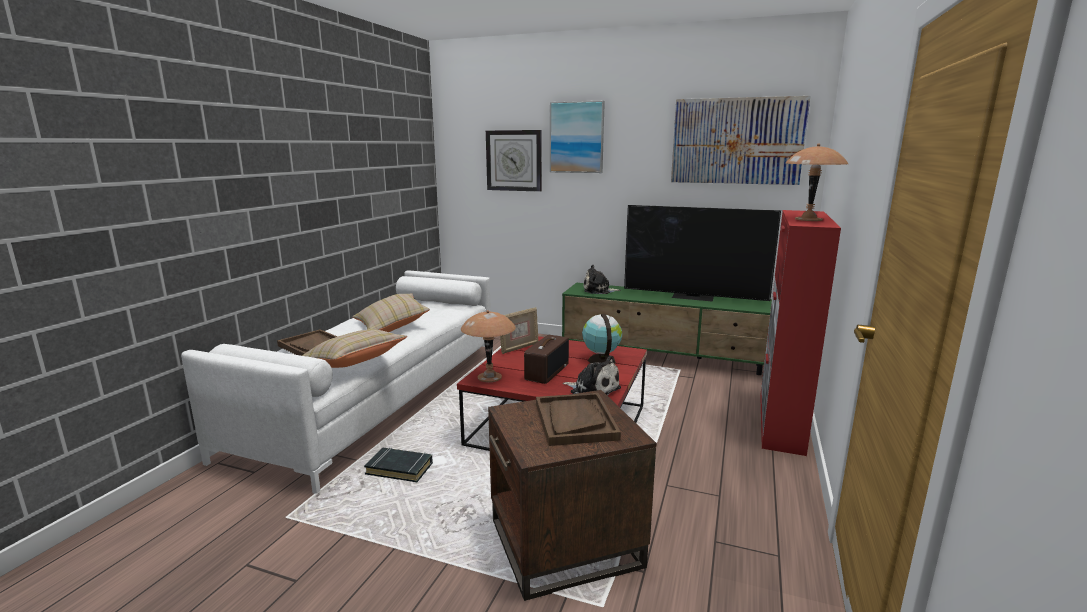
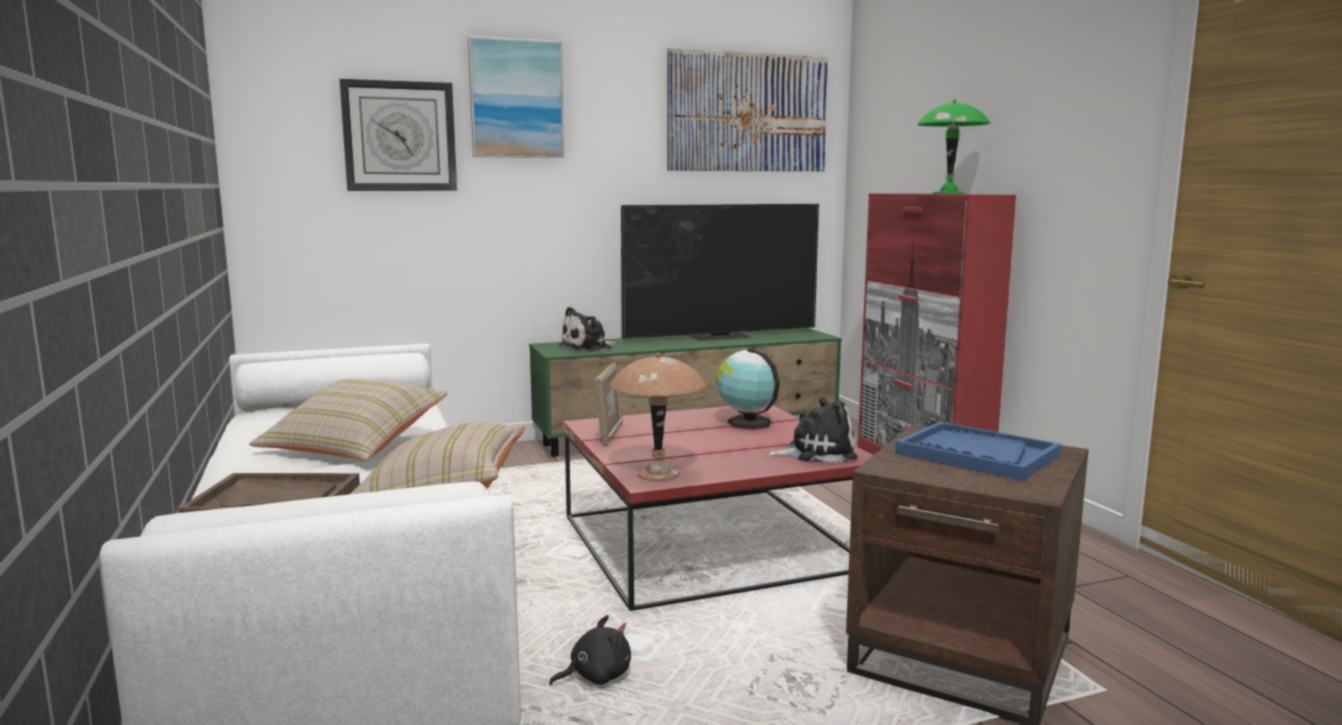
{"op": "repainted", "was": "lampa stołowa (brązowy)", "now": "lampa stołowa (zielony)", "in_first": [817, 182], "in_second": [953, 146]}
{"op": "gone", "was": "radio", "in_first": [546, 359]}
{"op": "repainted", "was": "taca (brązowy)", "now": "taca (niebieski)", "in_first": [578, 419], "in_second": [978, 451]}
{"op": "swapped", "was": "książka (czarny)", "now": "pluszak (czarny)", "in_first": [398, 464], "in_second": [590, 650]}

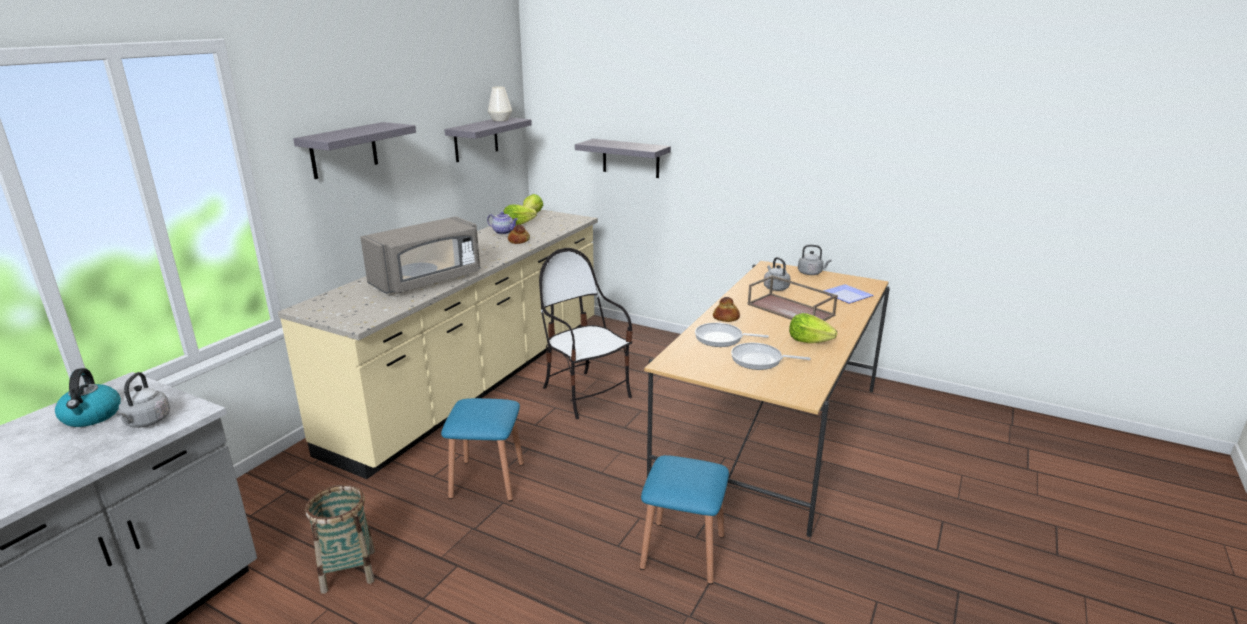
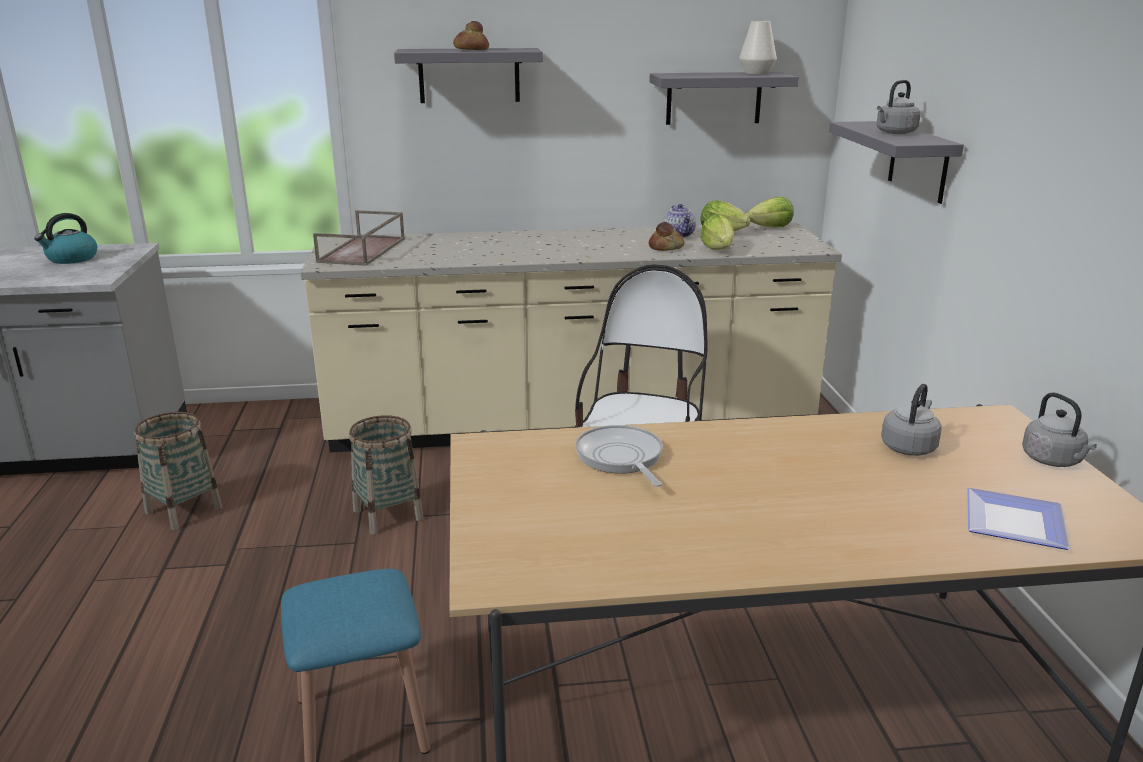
{"op": "gone", "was": "mikrofalówka (szary)", "in_first": [420, 255]}
{"op": "shifted", "was": "taca (brązowy)", "in_first": [792, 298], "in_second": [359, 238]}
{"op": "shifted", "was": "chleb", "in_first": [726, 309], "in_second": [471, 35]}
{"op": "shifted", "was": "sałata", "in_first": [813, 328], "in_second": [717, 232]}
{"op": "gone", "was": "patelnia", "in_first": [771, 356]}
{"op": "shifted", "was": "czajnik (szary)", "in_first": [143, 400], "in_second": [899, 107]}
{"op": "swapped", "was": "stołek (niebieski)", "now": "koszyk", "in_first": [482, 449], "in_second": [386, 475]}

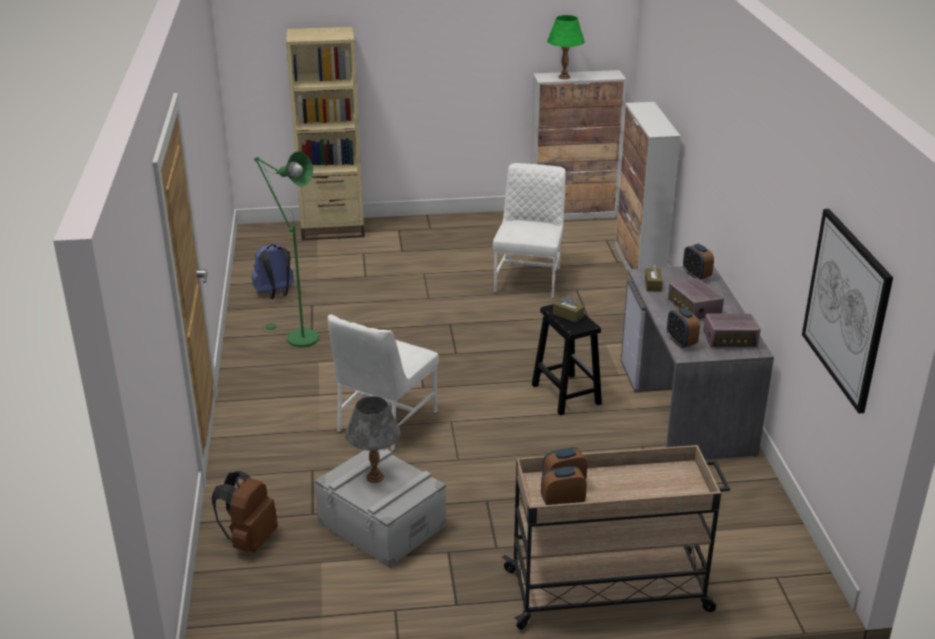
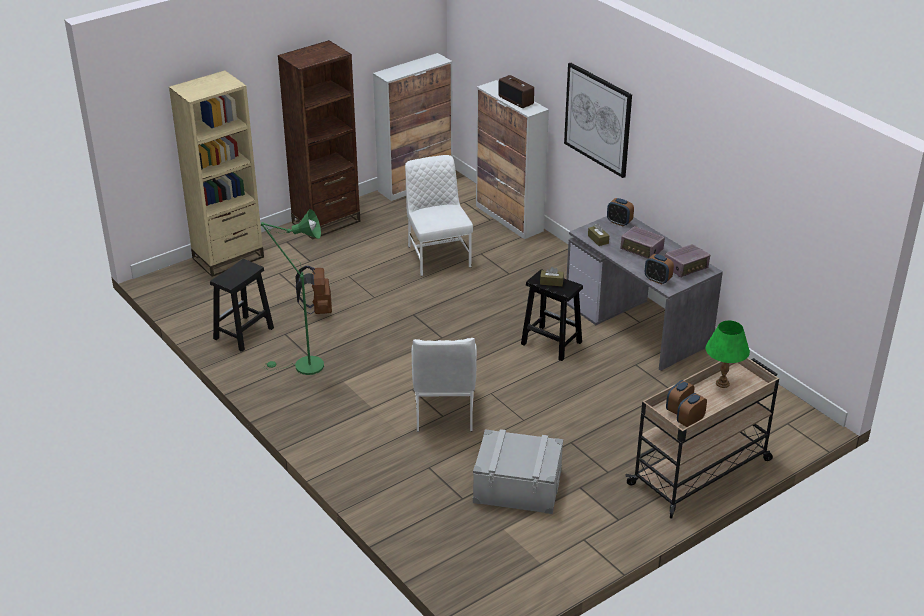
{"op": "shifted", "was": "lampa stołowa (zielony)", "in_first": [566, 47], "in_second": [728, 354]}
{"op": "shifted", "was": "obraz", "in_first": [847, 311], "in_second": [598, 120]}
{"op": "swapped", "was": "plecak (niebieski)", "now": "stołek (czarny)", "in_first": [273, 271], "in_second": [242, 305]}
{"op": "gone", "was": "lampa stołowa (szary)", "in_first": [373, 439]}
{"op": "shifted", "was": "plecak (brązowy)", "in_first": [244, 512], "in_second": [313, 290]}
{"op": "new", "now": "regał (brązowy)", "in_second": [319, 140]}
{"op": "new", "now": "radio", "in_second": [516, 91]}

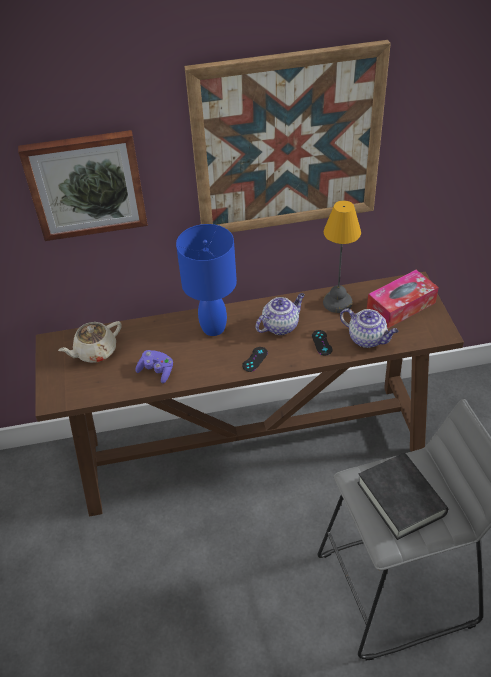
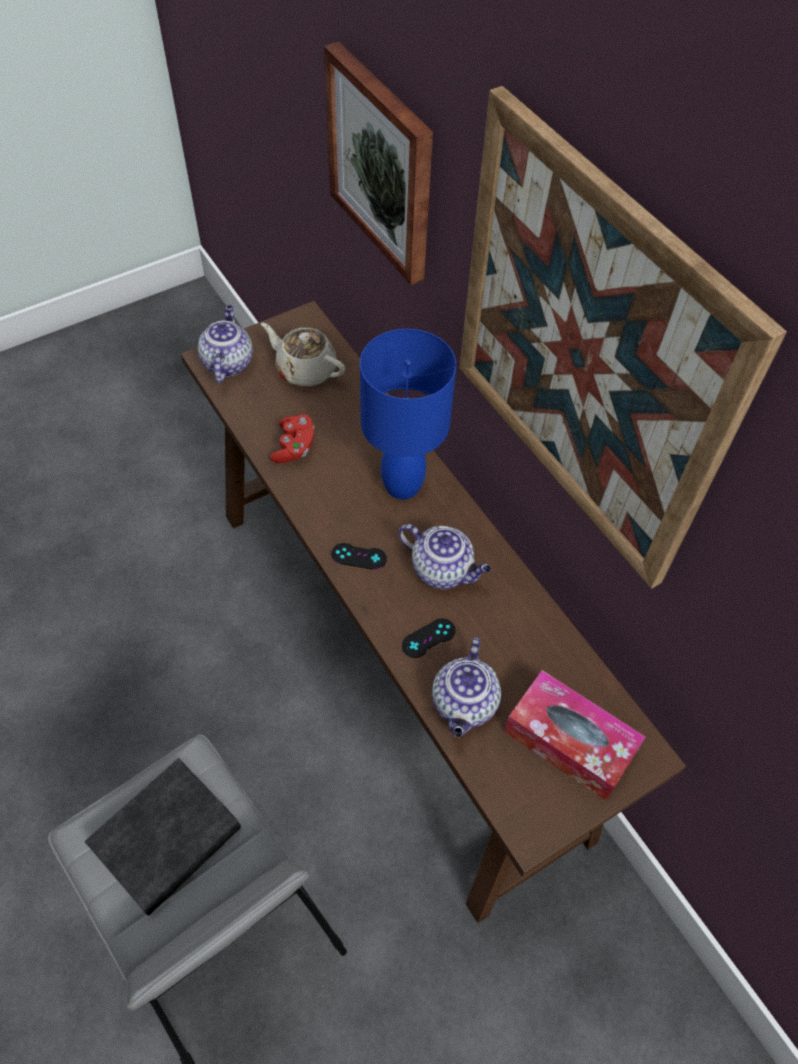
{"op": "gone", "was": "lampa stołowa", "in_first": [342, 257]}
{"op": "repainted", "was": "pad do gier (fioletowy)", "now": "pad do gier (czerwony)", "in_first": [154, 366], "in_second": [292, 439]}
{"op": "new", "now": "imbryk", "in_second": [225, 344]}

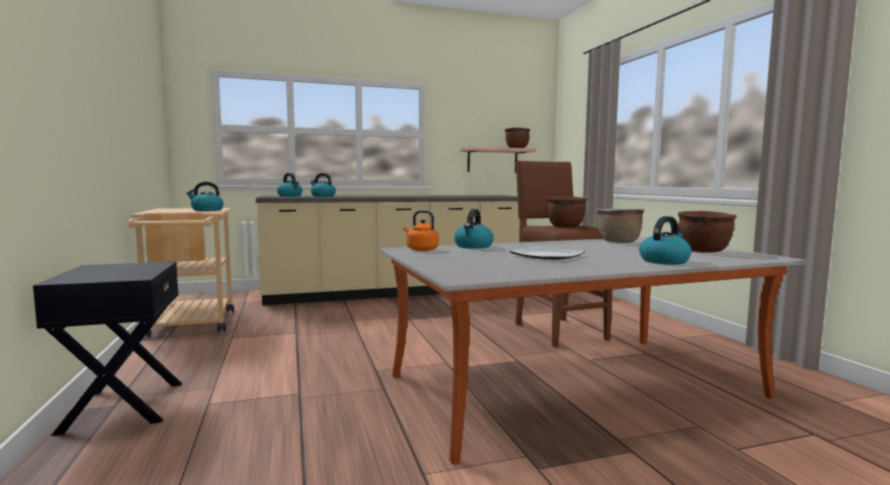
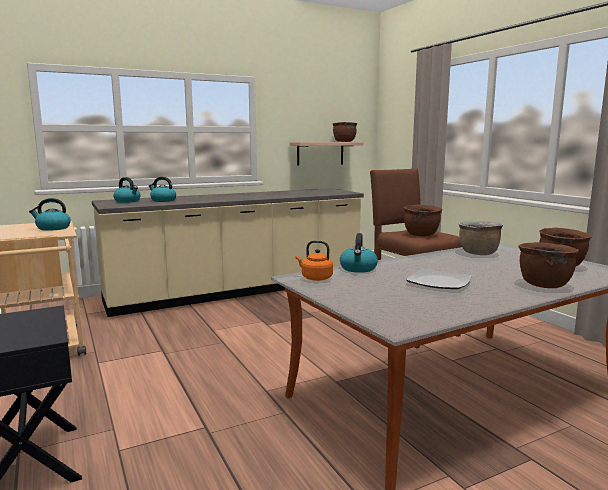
{"op": "swapped", "was": "czajnik", "now": "garnek (brązowy)", "in_first": [665, 240], "in_second": [548, 265]}

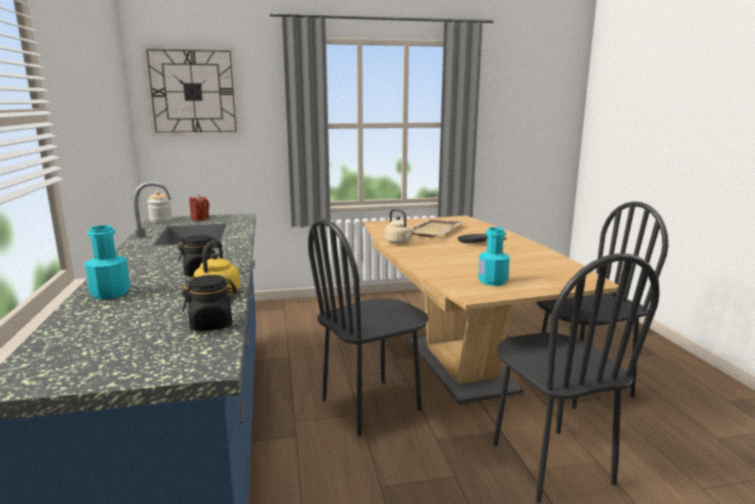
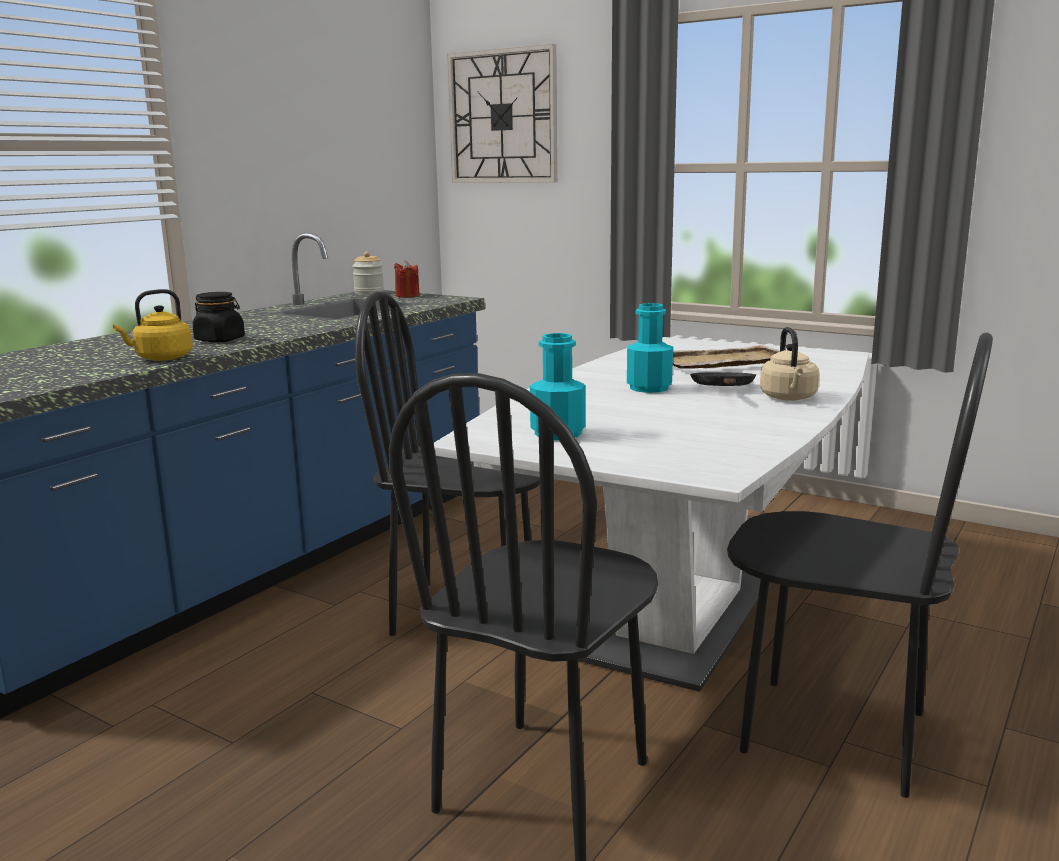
{"op": "shifted", "was": "czajnik (beżowy)", "in_first": [399, 226], "in_second": [789, 364]}
{"op": "repainted", "was": "stół jadalny (brązowy)", "now": "stół jadalny (biały)", "in_first": [491, 310], "in_second": [651, 514]}
{"op": "shifted", "was": "butelka (turkusowy)", "in_first": [107, 262], "in_second": [650, 348]}
{"op": "gone", "was": "słoik (czarny)", "in_first": [209, 303]}

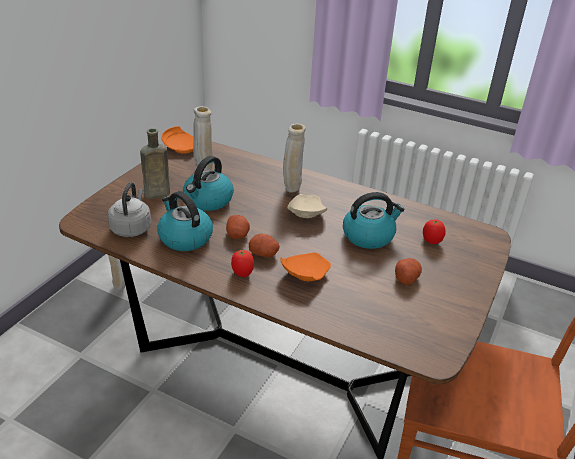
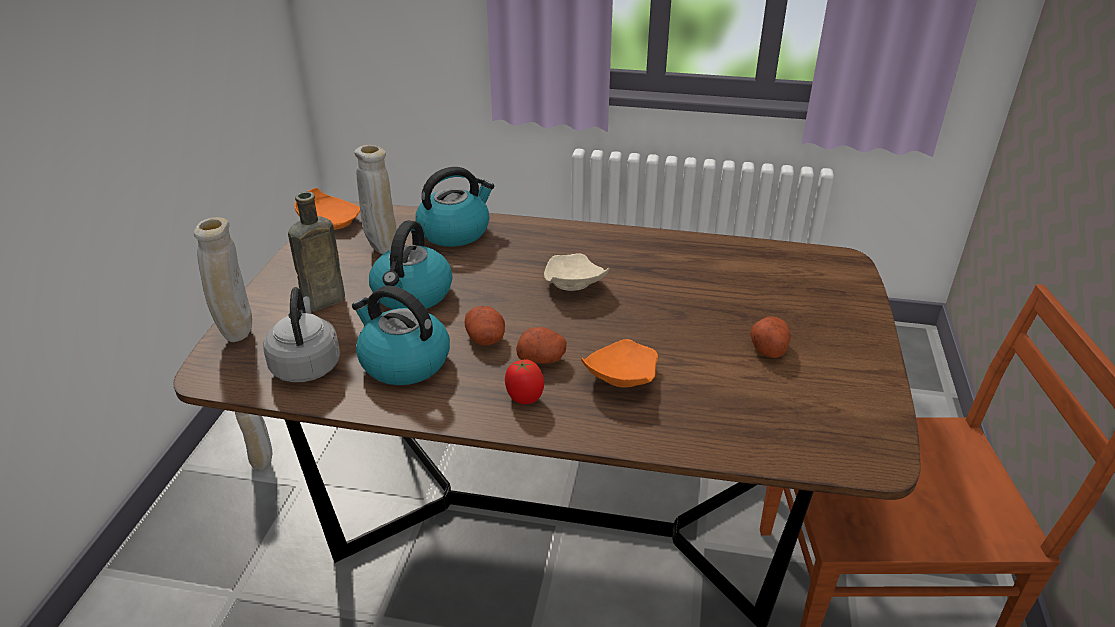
{"op": "shifted", "was": "wazon (beżowy)", "in_first": [294, 158], "in_second": [223, 279]}
{"op": "shifted", "was": "czajnik", "in_first": [374, 220], "in_second": [454, 207]}
{"op": "gone", "was": "pomidor", "in_first": [434, 232]}

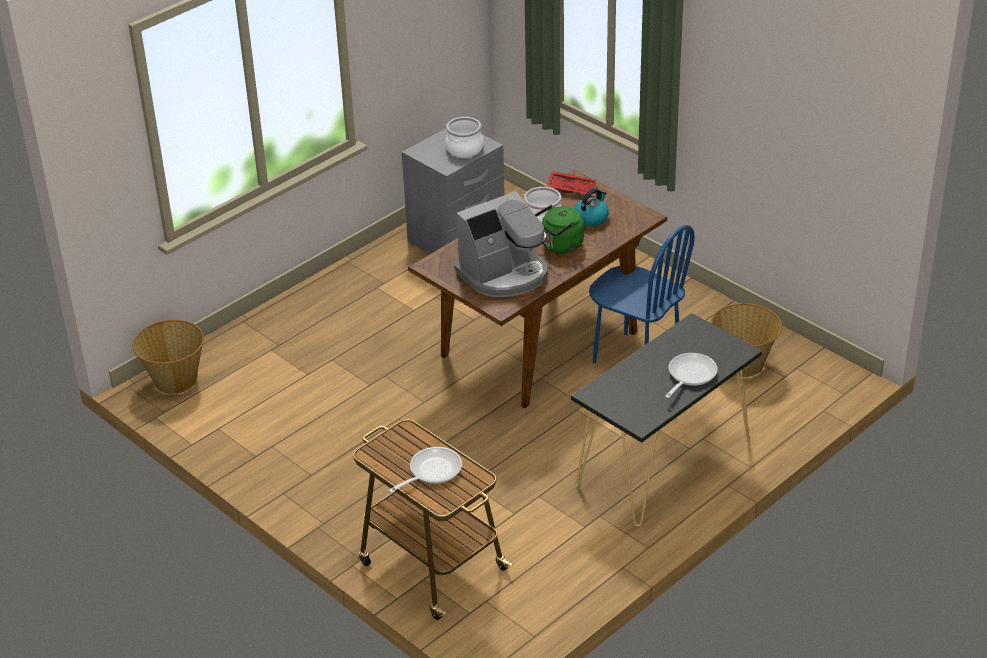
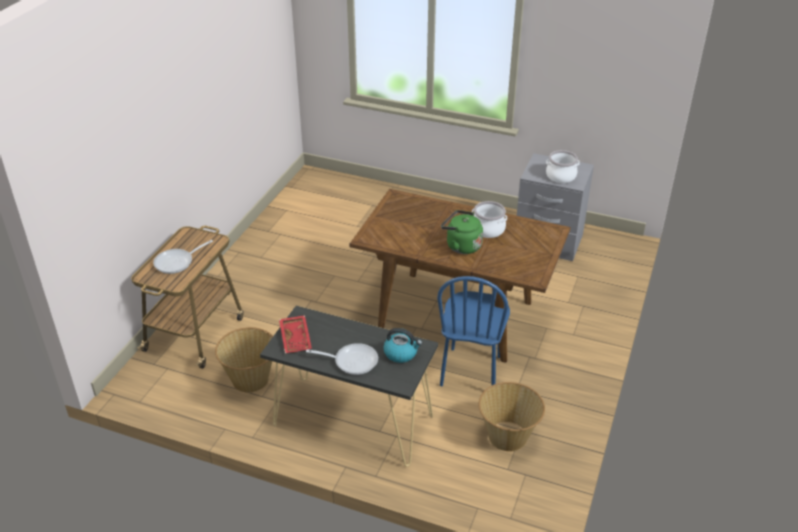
{"op": "shifted", "was": "taca (czerwony)", "in_first": [572, 183], "in_second": [295, 334]}
{"op": "shifted", "was": "czajnik", "in_first": [591, 207], "in_second": [402, 345]}
{"op": "gone", "was": "ekspres do kawy", "in_first": [501, 244]}
{"op": "shifted", "was": "koszyk", "in_first": [168, 357], "in_second": [244, 360]}
{"op": "rotated", "was": "patelnia", "in_first": [425, 470], "in_second": [183, 257], "clockwise": 120}

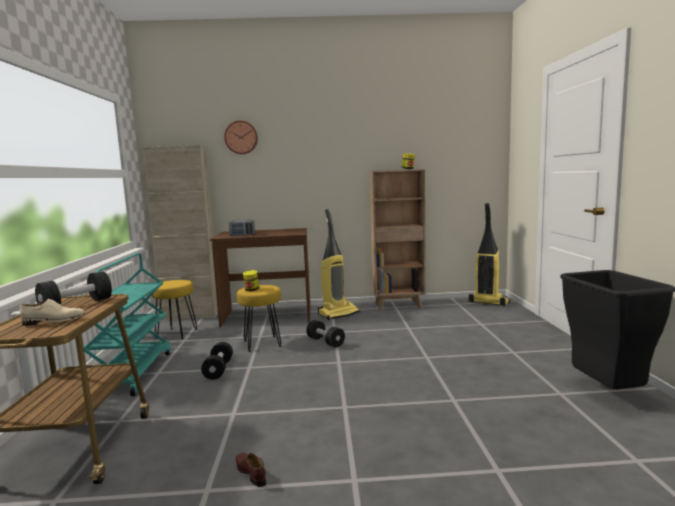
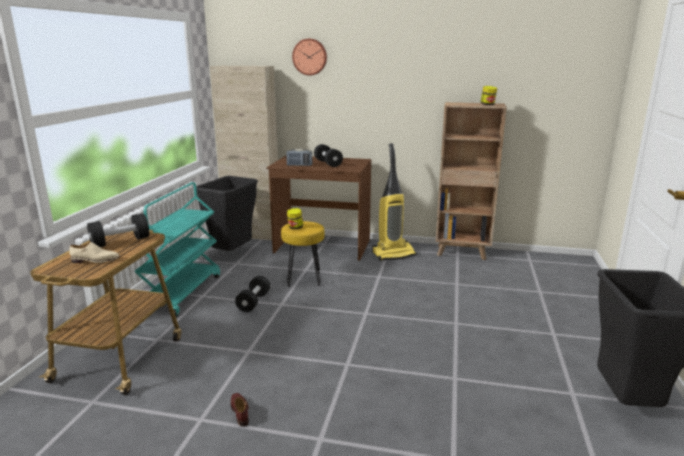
{"op": "gone", "was": "odkurzacz", "in_first": [489, 254]}
{"op": "swapped", "was": "stołek (żółty)", "now": "kosz na śmieci (czarny)", "in_first": [174, 309], "in_second": [227, 213]}
{"op": "shifted", "was": "hantel (czarny)", "in_first": [325, 334], "in_second": [328, 155]}

